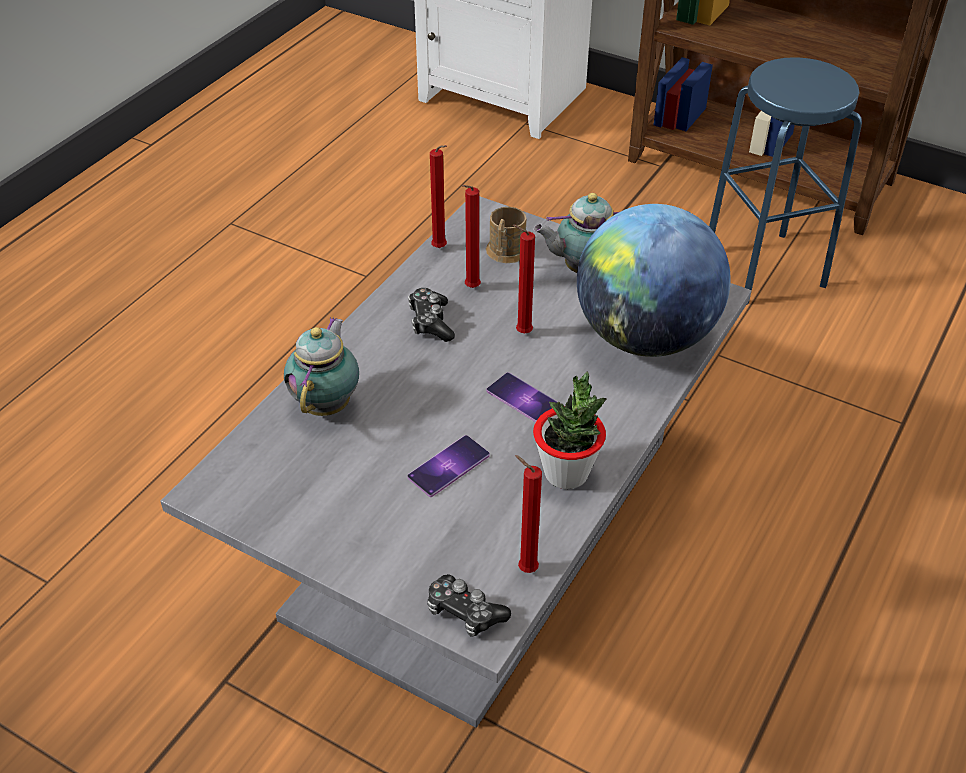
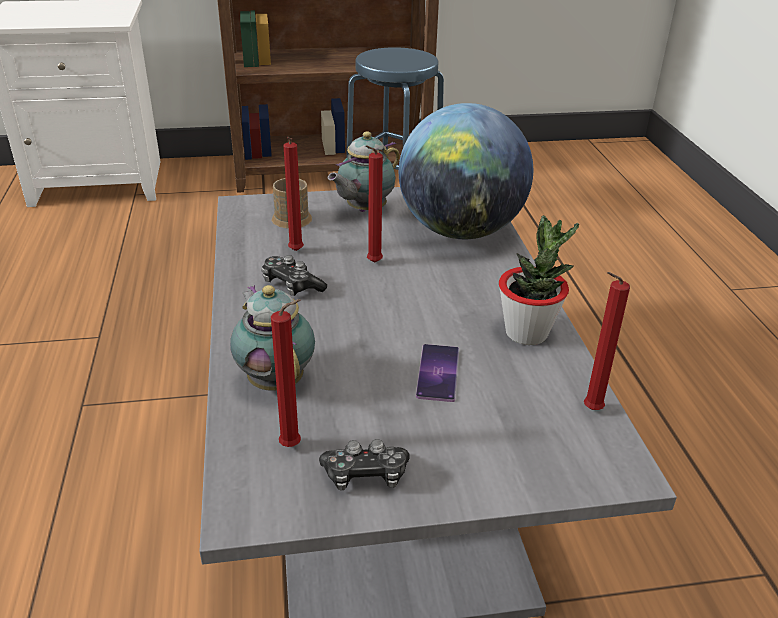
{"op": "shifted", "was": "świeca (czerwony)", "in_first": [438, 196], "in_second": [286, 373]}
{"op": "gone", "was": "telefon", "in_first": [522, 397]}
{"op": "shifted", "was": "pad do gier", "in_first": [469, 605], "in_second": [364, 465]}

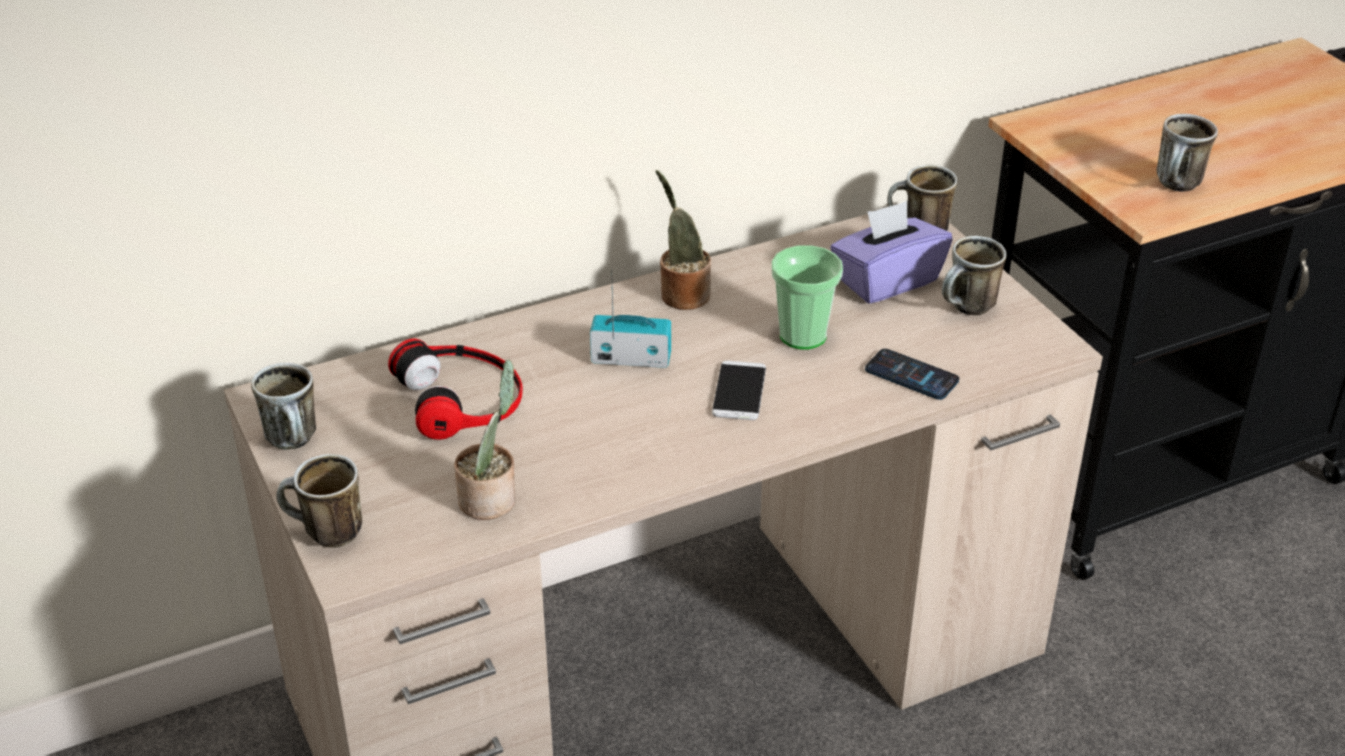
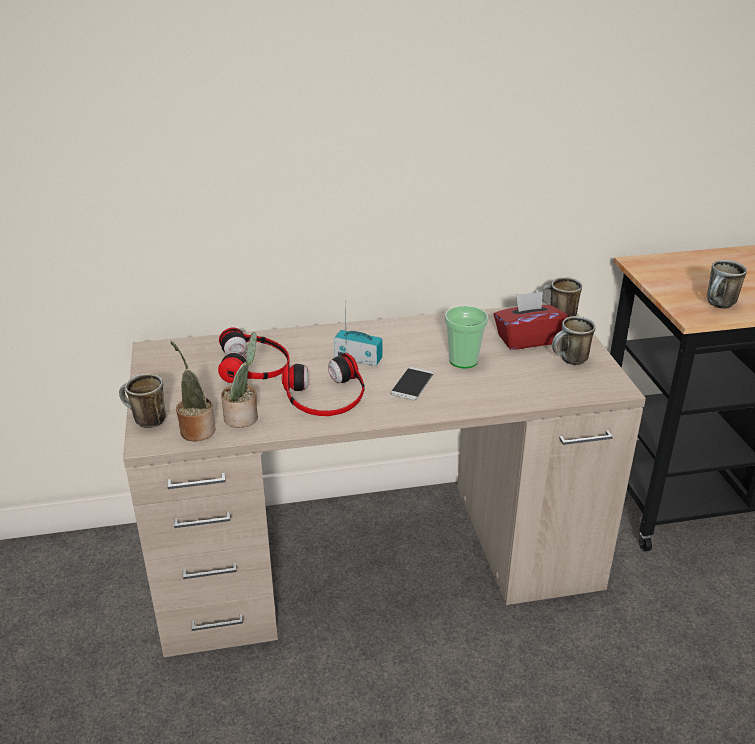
{"op": "shifted", "was": "roślina doniczkowa", "in_first": [683, 240], "in_second": [192, 391]}
{"op": "repainted", "was": "pudełko chusteczek (fioletowy)", "now": "pudełko chusteczek (czerwony)", "in_first": [892, 252], "in_second": [530, 321]}
{"op": "gone", "was": "telefon", "in_first": [912, 374]}
{"op": "gone", "was": "kubek", "in_first": [283, 406]}
{"op": "new", "now": "słuchawki", "in_second": [323, 384]}

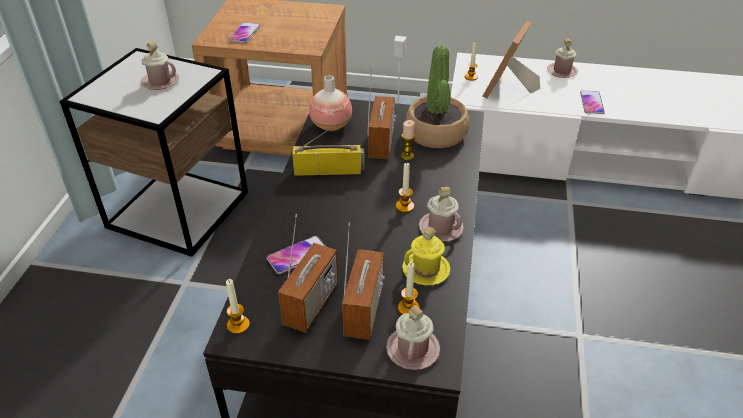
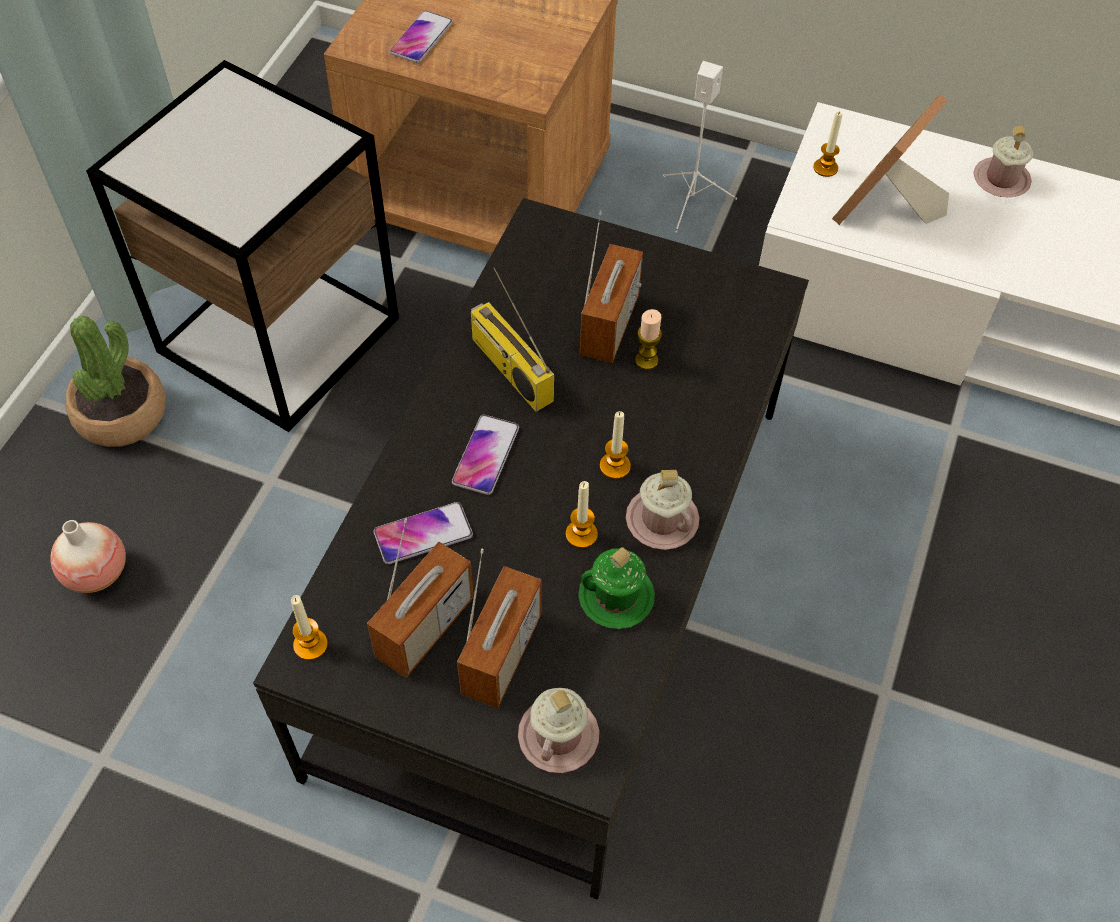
{"op": "gone", "was": "kubek (różowy)", "in_first": [160, 65]}
{"op": "shifted", "was": "roślina doniczkowa", "in_first": [437, 96], "in_second": [115, 381]}
{"op": "shifted", "was": "wazon", "in_first": [330, 103], "in_second": [88, 556]}
{"op": "shifted", "was": "telefon", "in_first": [592, 102], "in_second": [485, 455]}
{"op": "rotated", "was": "radio", "in_first": [328, 146], "in_second": [512, 340], "clockwise": -135}
{"op": "repainted", "was": "kubek (żółty)", "now": "kubek (zielony)", "in_first": [426, 256], "in_second": [616, 588]}
{"op": "shifted", "was": "świeca", "in_first": [409, 288], "in_second": [582, 514]}

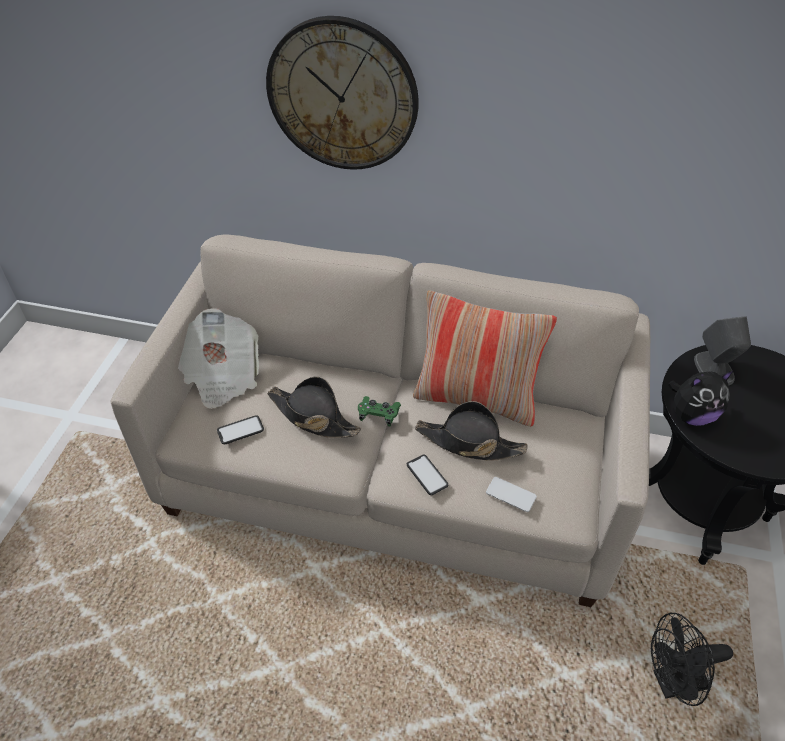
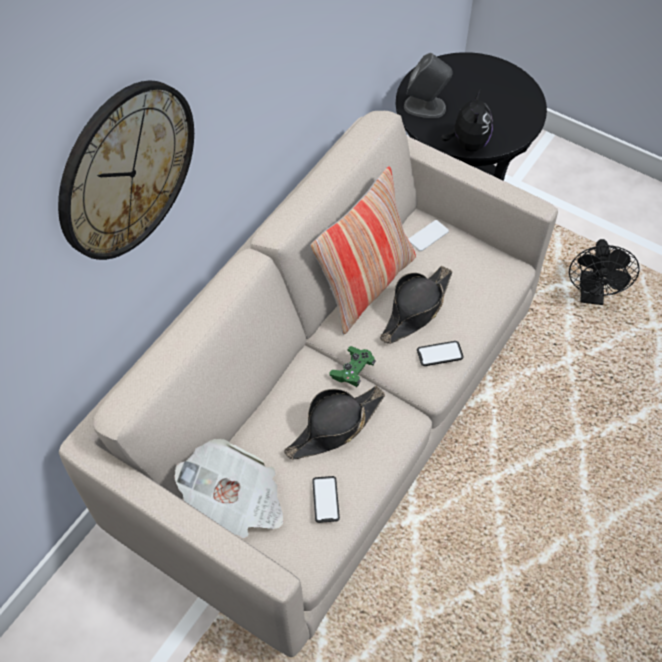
{"op": "shifted", "was": "telefon", "in_first": [511, 494], "in_second": [428, 235]}

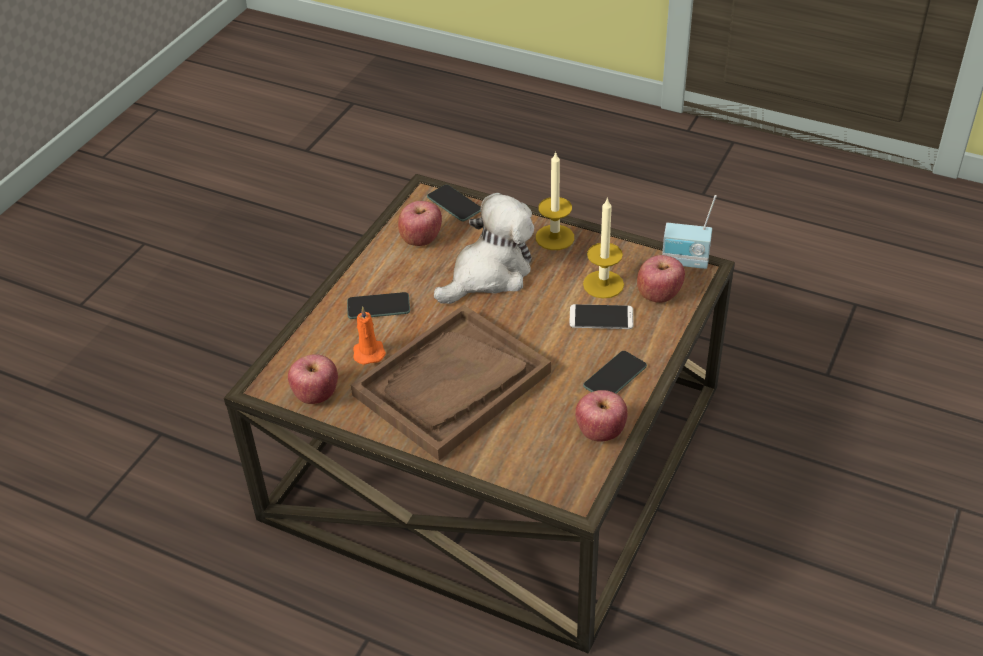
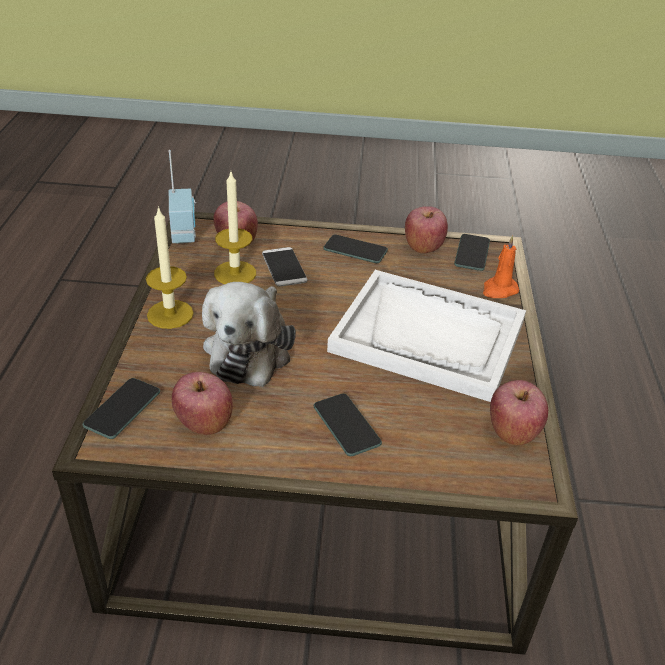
{"op": "rotated", "was": "pluszak", "in_first": [484, 248], "in_second": [249, 334], "clockwise": -105}
{"op": "repainted", "was": "taca (brązowy)", "now": "taca (biały)", "in_first": [451, 383], "in_second": [426, 336]}
{"op": "shifted", "was": "świeca (pomarańczowy)", "in_first": [369, 335], "in_second": [501, 266]}
{"op": "new", "now": "telefon", "in_second": [472, 252]}

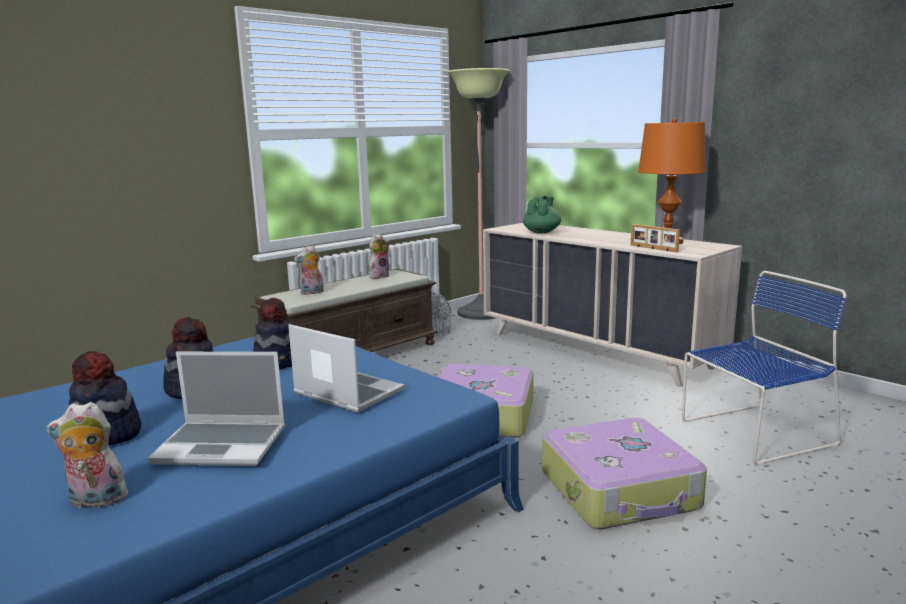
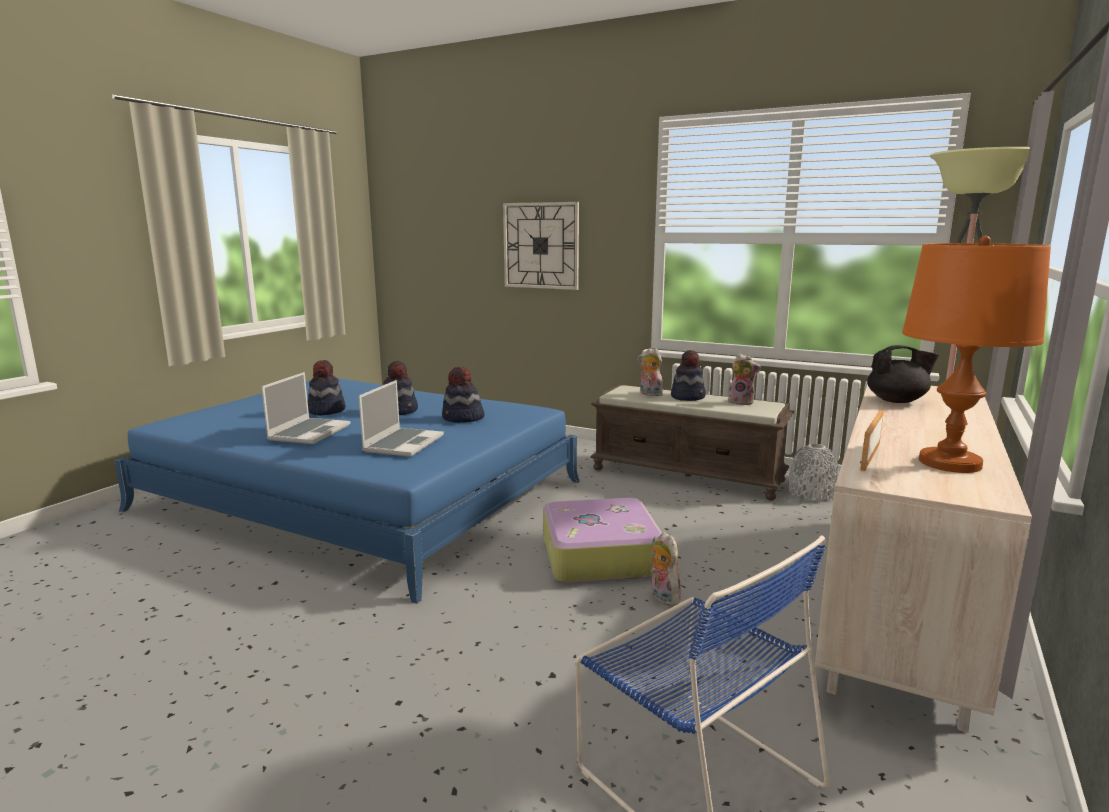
{"op": "repainted", "was": "imbryk (zielony)", "now": "imbryk (czarny)", "in_first": [542, 214], "in_second": [903, 374]}
{"op": "rotated", "was": "laptop", "in_first": [216, 409], "in_second": [305, 408], "clockwise": -150}
{"op": "shifted", "was": "pluszak", "in_first": [87, 455], "in_second": [666, 569]}
{"op": "gone", "was": "walizka", "in_first": [624, 473]}
{"op": "new", "now": "zegar ścienny", "in_second": [541, 246]}
{"op": "new", "now": "kapelusz", "in_second": [688, 375]}

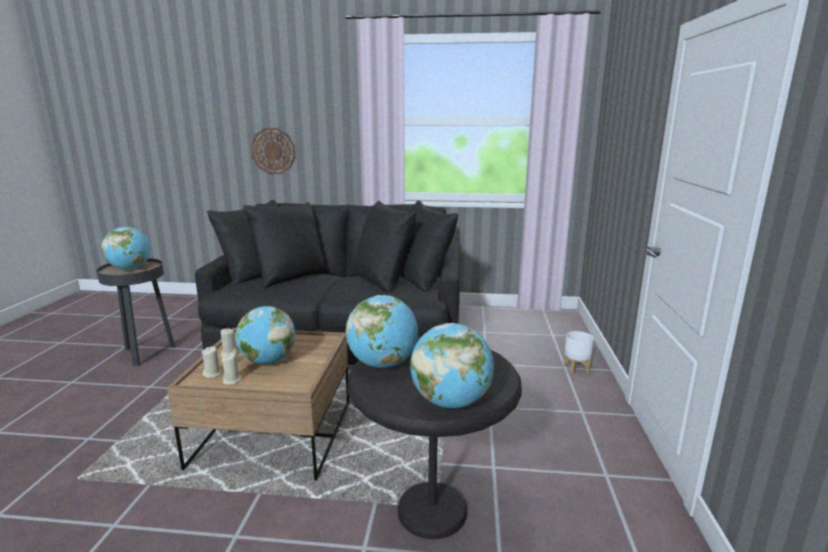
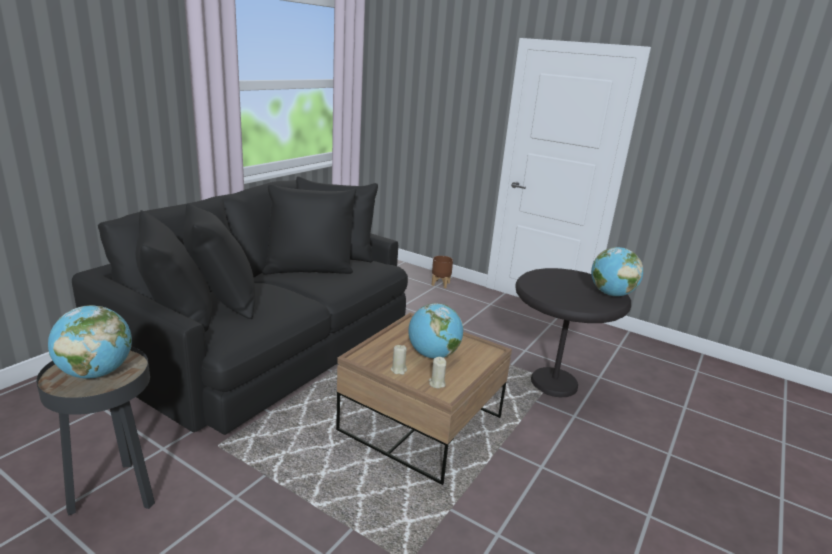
{"op": "gone", "was": "zegar ścienny", "in_first": [273, 151]}
{"op": "gone", "was": "globus", "in_first": [382, 331]}
{"op": "repainted", "was": "donica (biały)", "now": "donica (brązowy)", "in_first": [578, 352], "in_second": [442, 272]}
{"op": "gone", "was": "świeca (beżowy)", "in_first": [232, 369]}

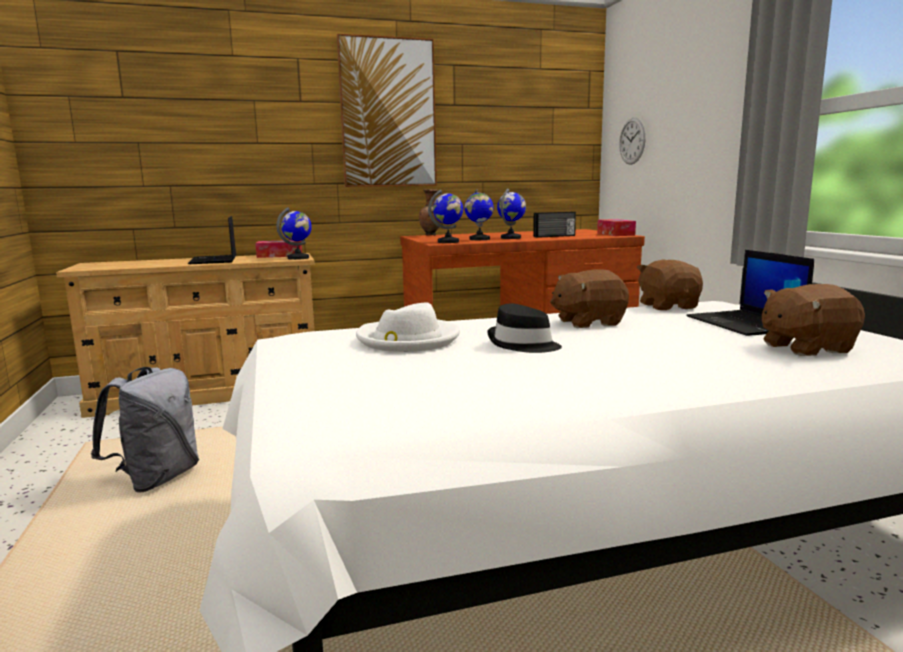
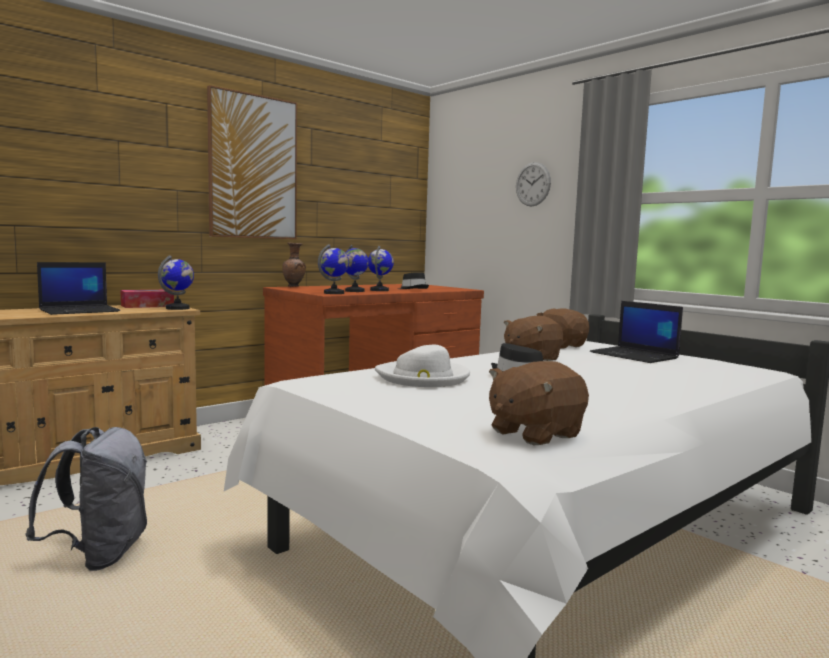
{"op": "shifted", "was": "zegar ścienny", "in_first": [632, 141], "in_second": [533, 184]}
{"op": "swapped", "was": "radio", "now": "kapelusz (czarny)", "in_first": [554, 225], "in_second": [414, 280]}
{"op": "rotated", "was": "laptop", "in_first": [212, 240], "in_second": [78, 288], "clockwise": -90}
{"op": "gone", "was": "pudełko chusteczek", "in_first": [616, 227]}
{"op": "shifted", "was": "pluszak (brązowy)", "in_first": [813, 320], "in_second": [539, 403]}

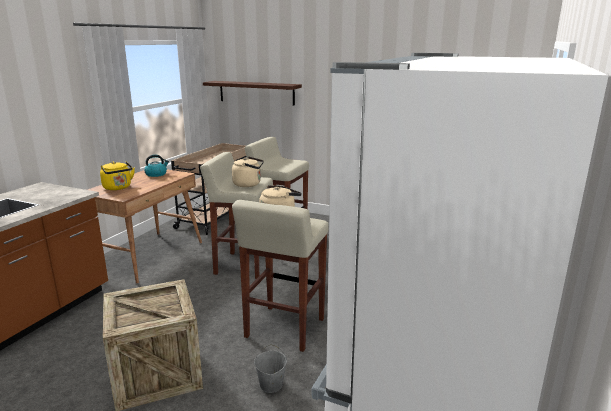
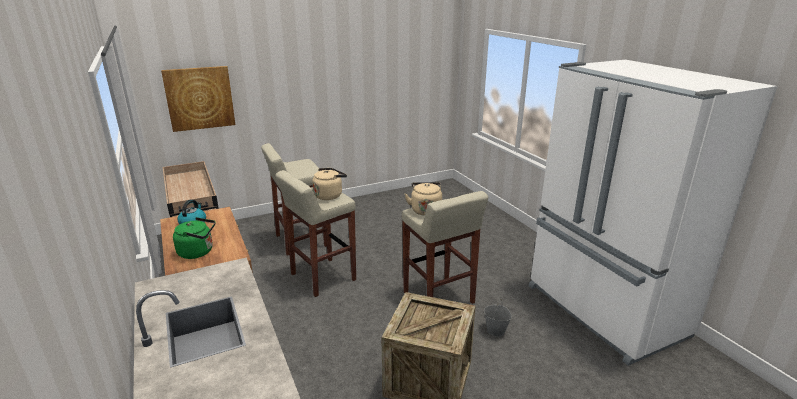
{"op": "swapped", "was": "półka", "now": "obraz", "in_first": [252, 93], "in_second": [198, 99]}
{"op": "repainted", "was": "czajnik (żółty)", "now": "czajnik (zielony)", "in_first": [117, 175], "in_second": [194, 238]}

